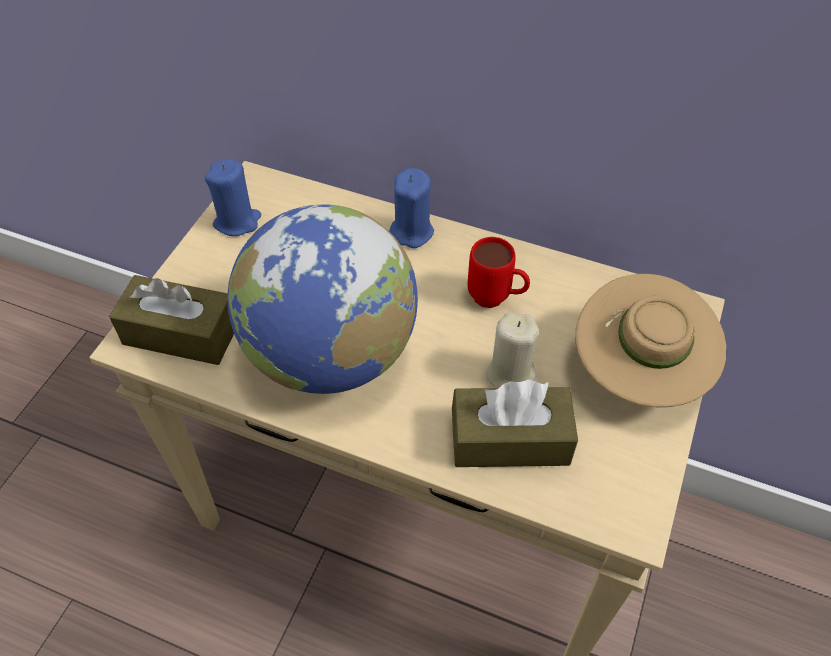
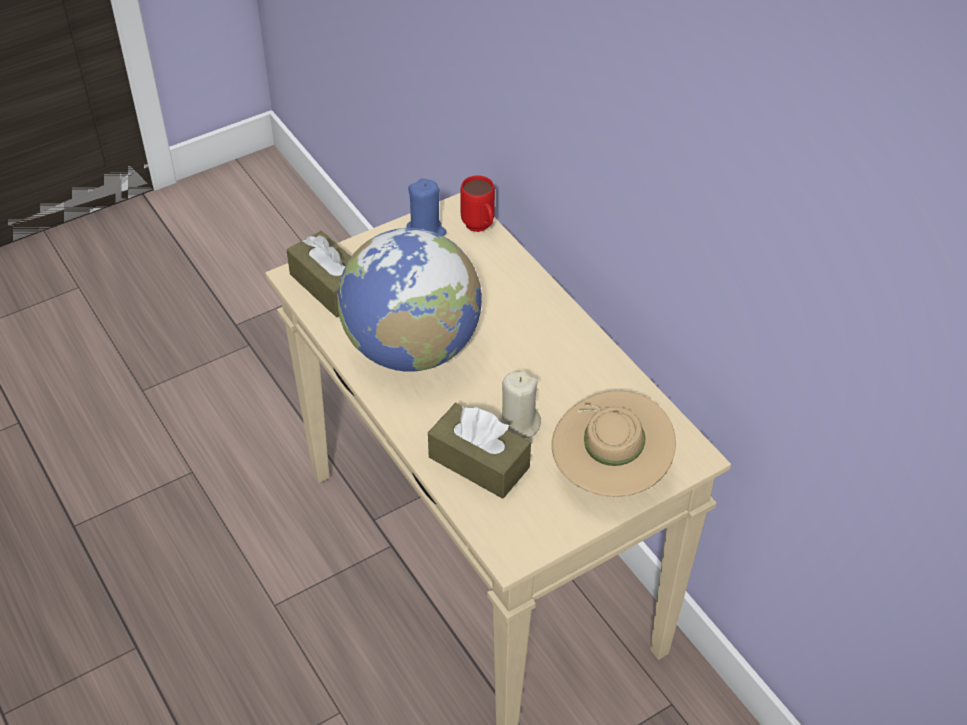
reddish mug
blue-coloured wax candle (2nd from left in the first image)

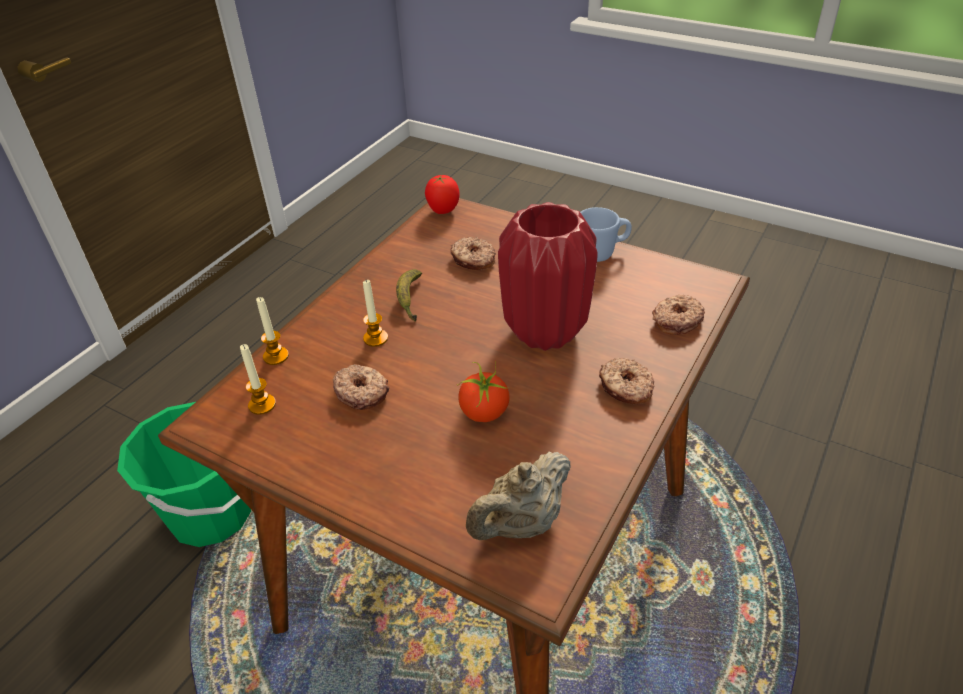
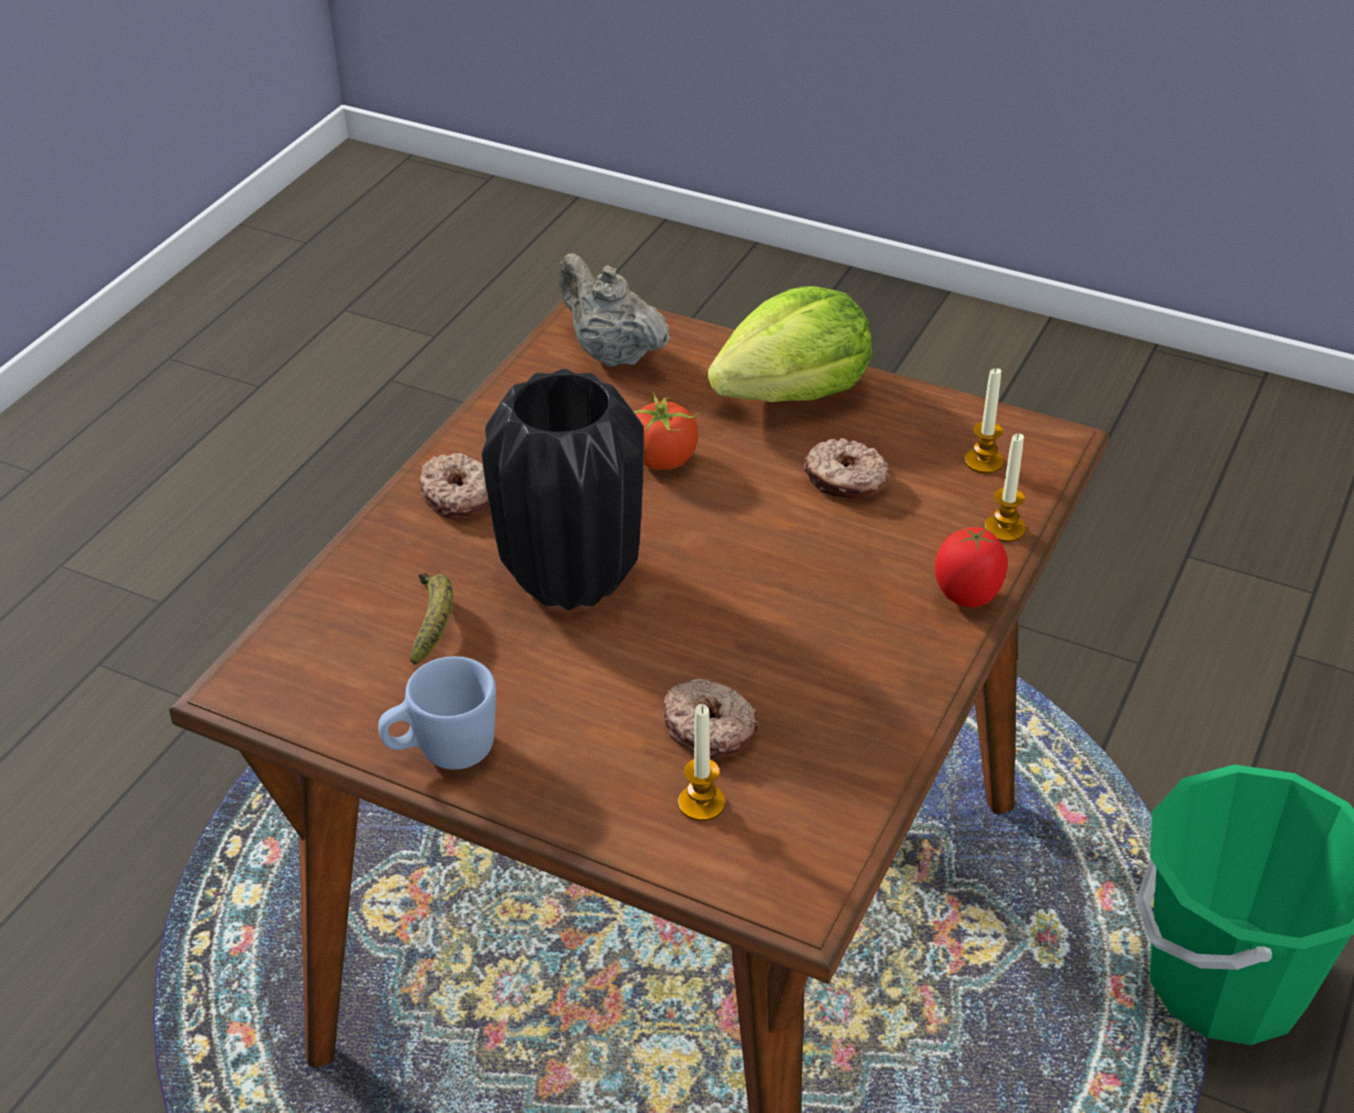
whole banana
blackish vase
sand-coloured pot for tea
wax candle (1st from left)
head of lettuce
whole tomato (2nd from left)
ring doughnut (4th from left in the first image)

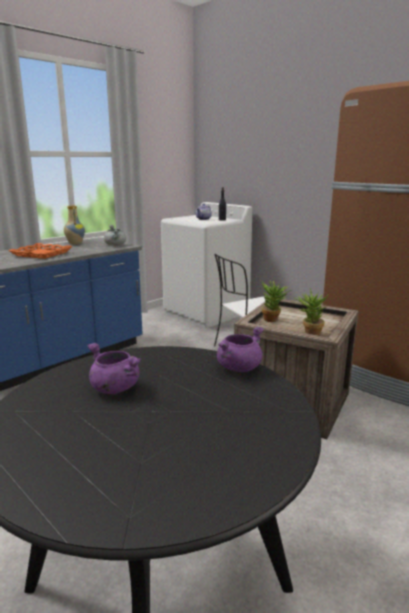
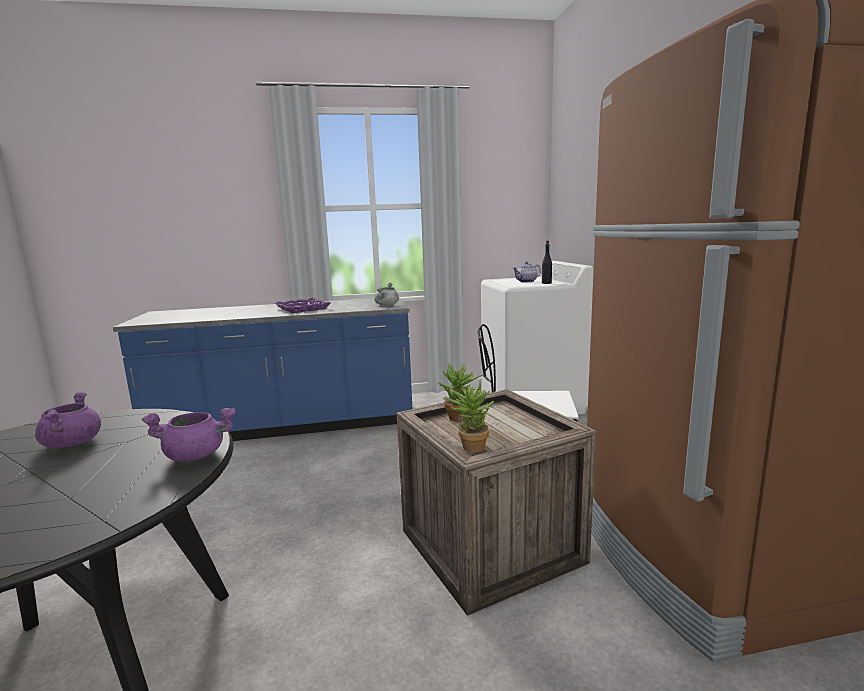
purplish tray
vase

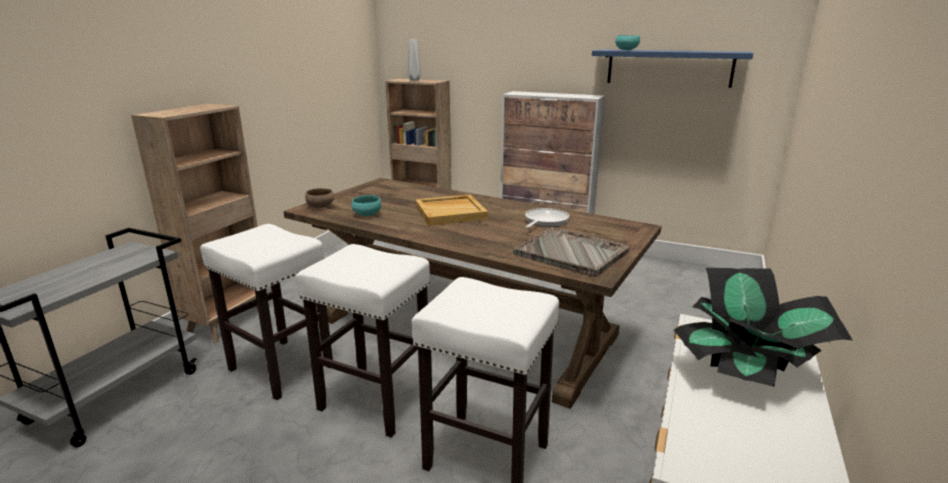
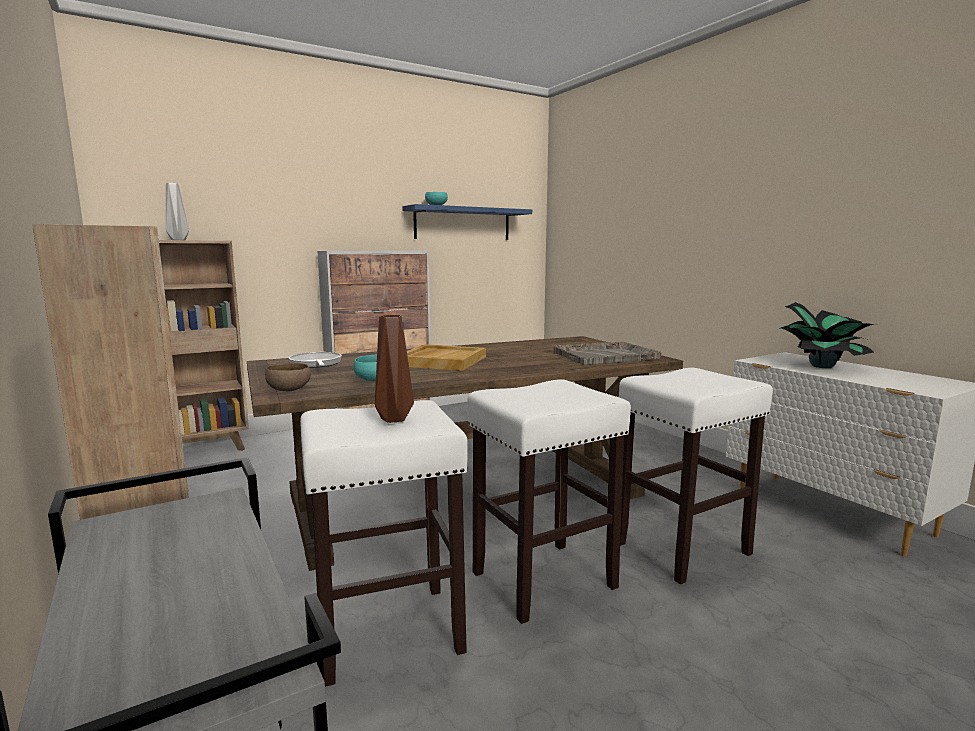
frying pan
brownish vase

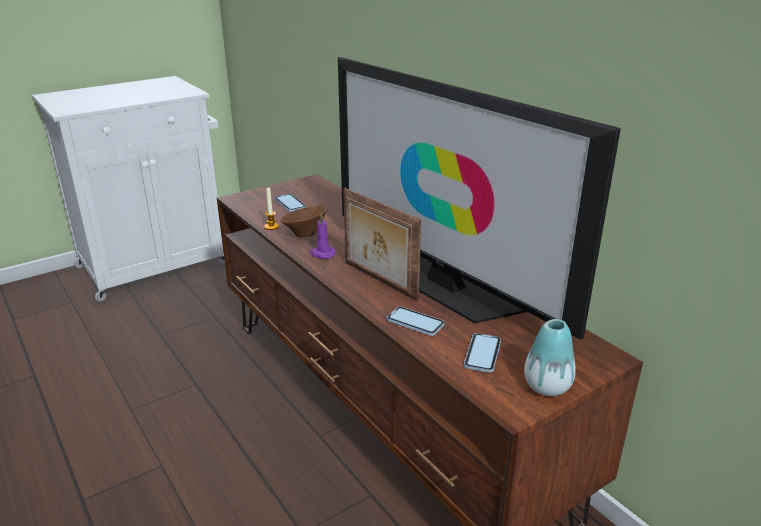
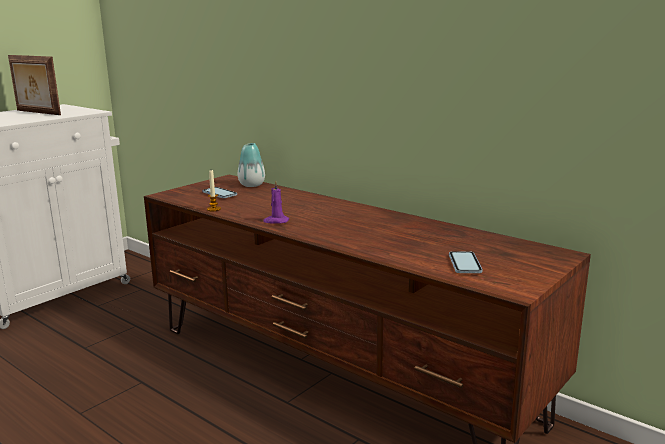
photo frame
vase
brownish bowl
TV
handset (2nd from left in the first image)

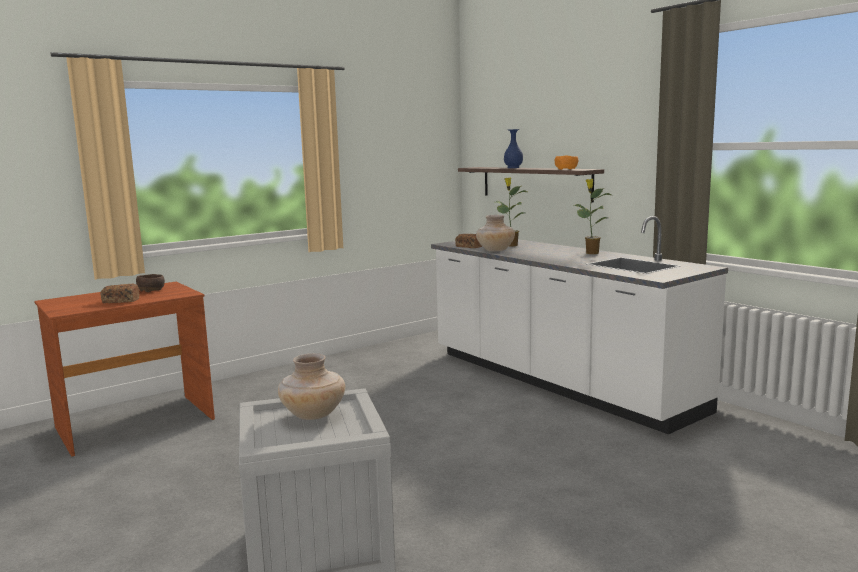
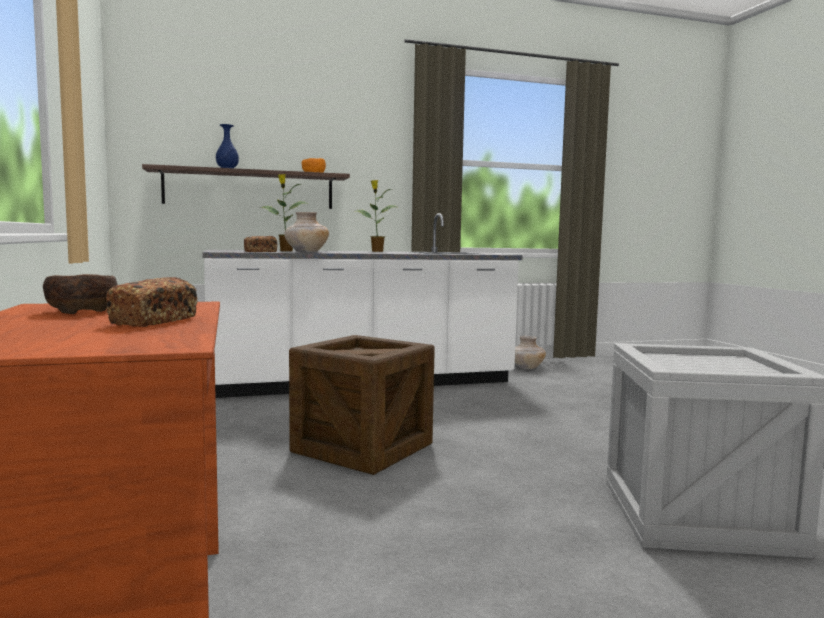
shipping crate (1st from left)
sand-coloured vase (2nd from left)

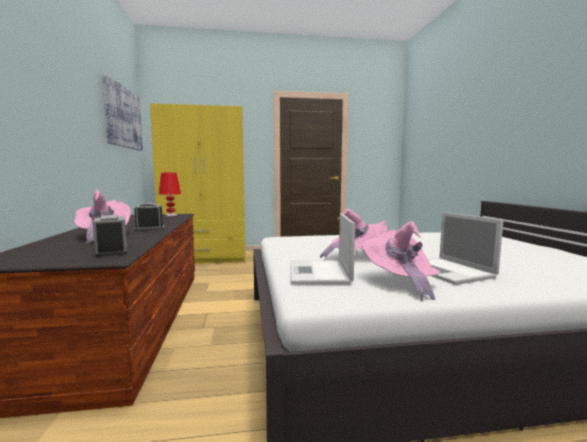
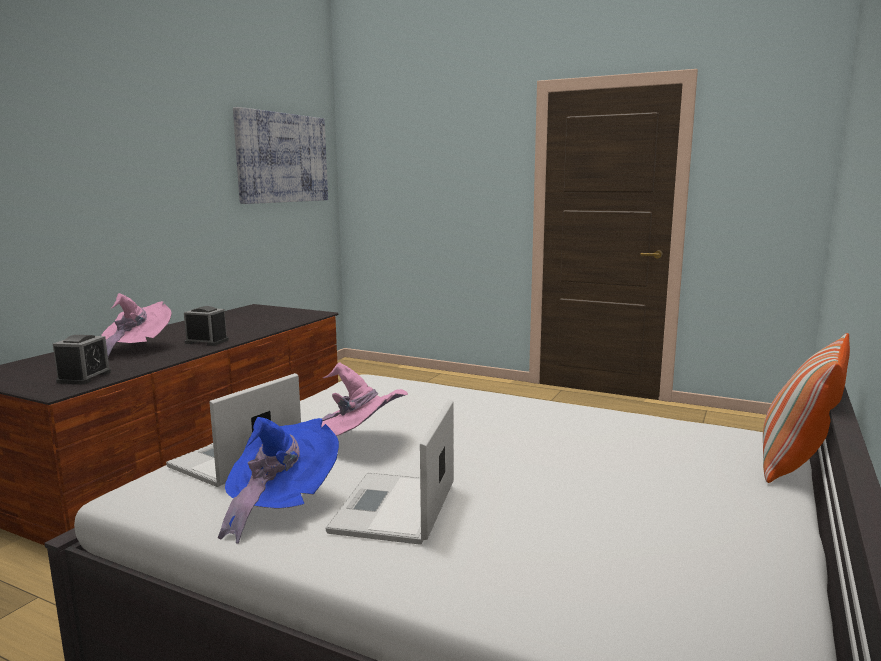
blue-coloured wearable hat
cushion
yellow wardrobe
reddish tabletop lamp

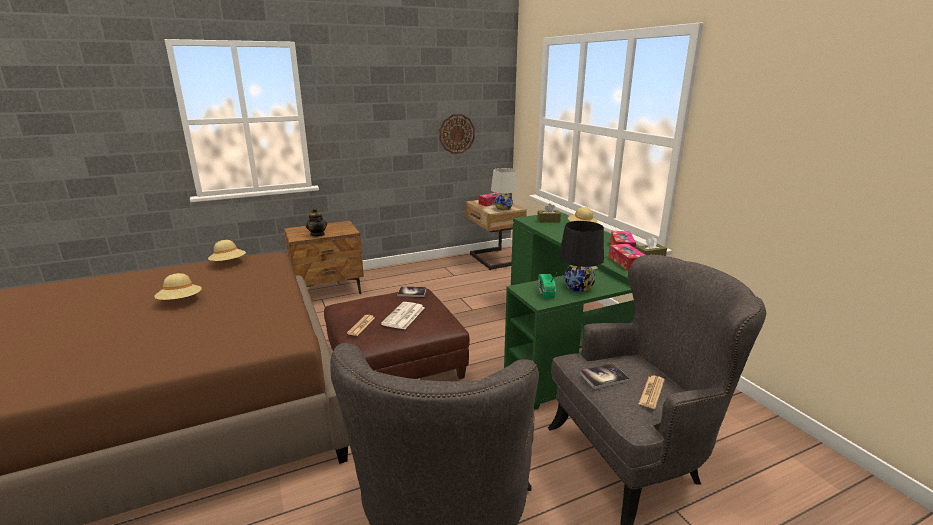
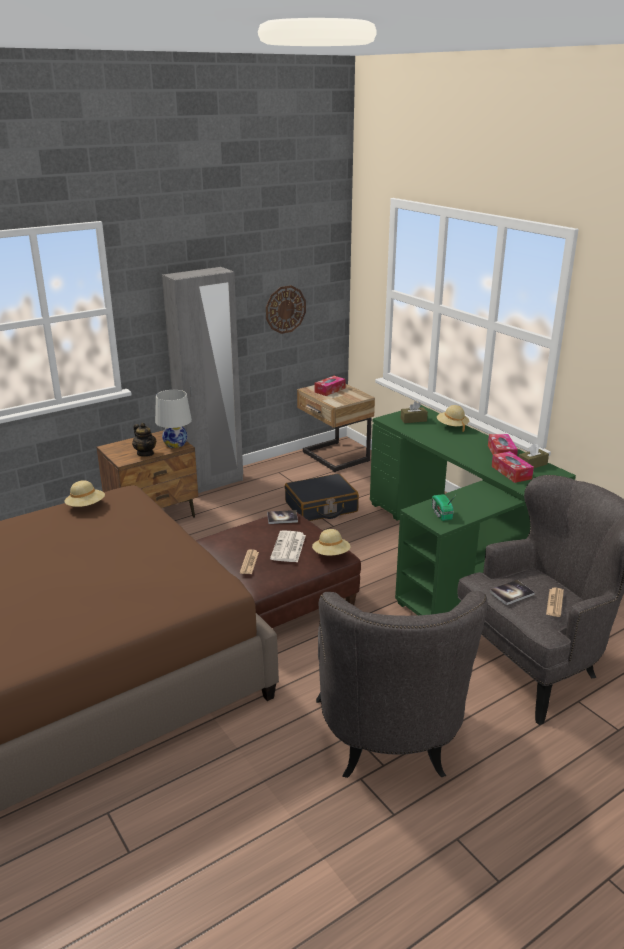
white tabletop lamp
greyish wardrobe
blackish piece of luggage
sand-coloured wearable hat (2nd from left)
blackish tabletop lamp

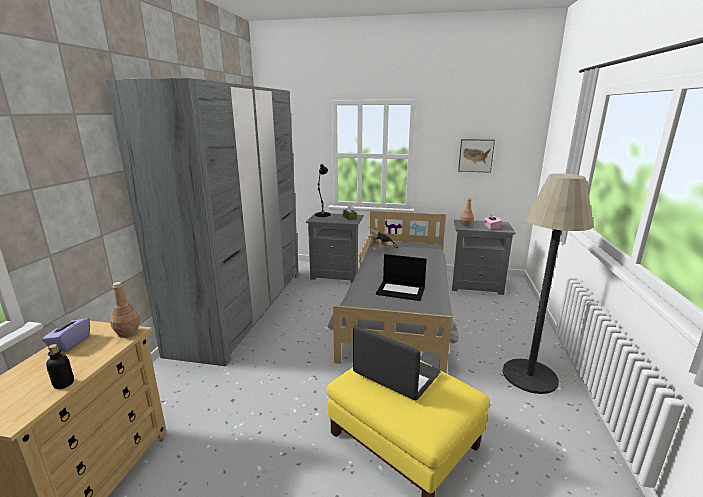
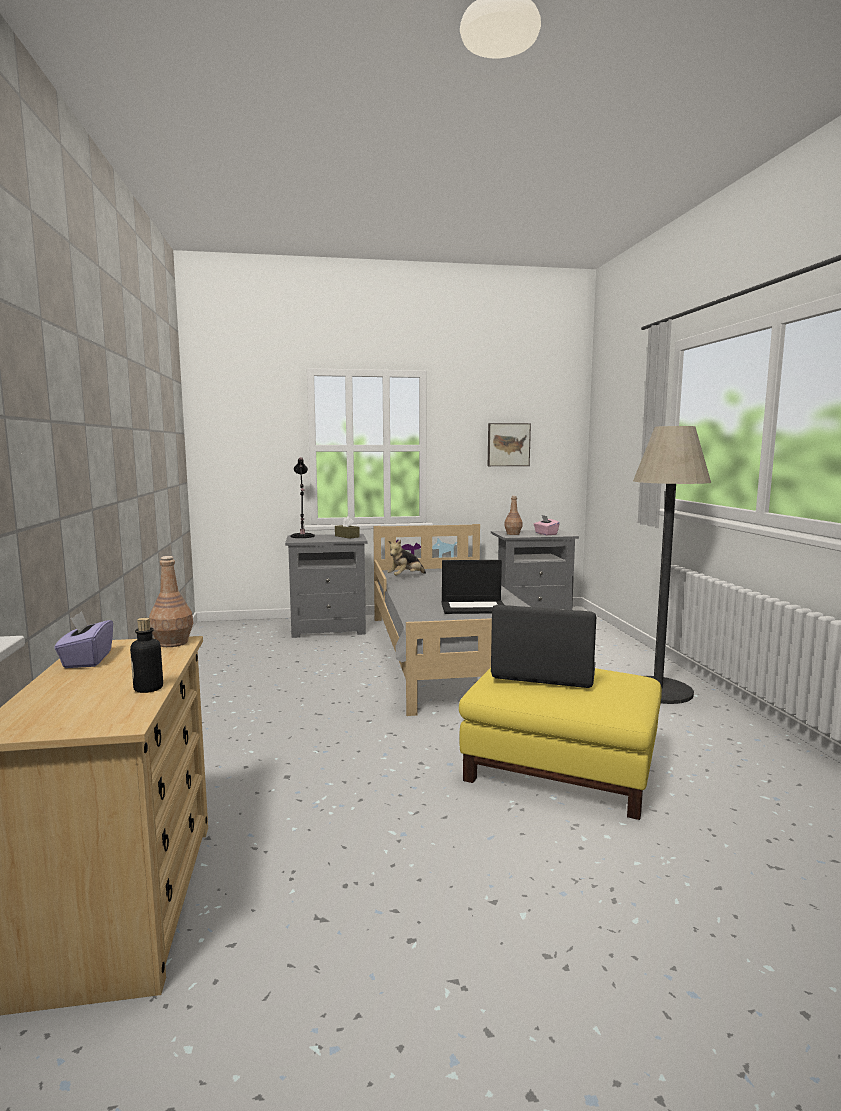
greyish wardrobe

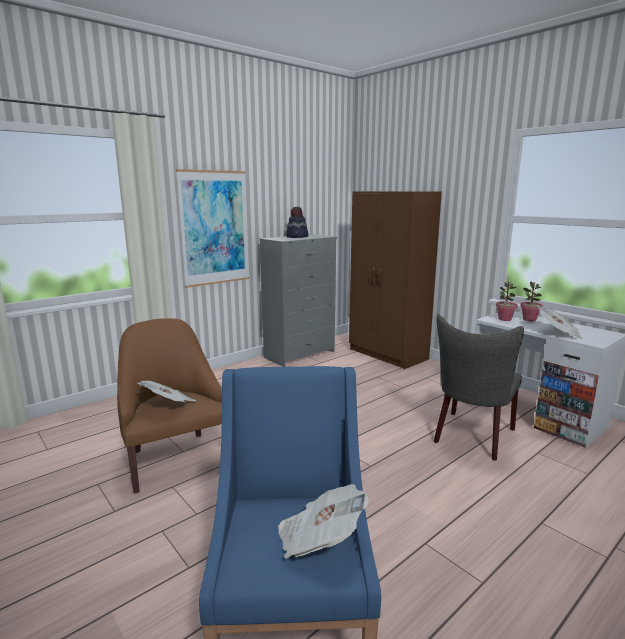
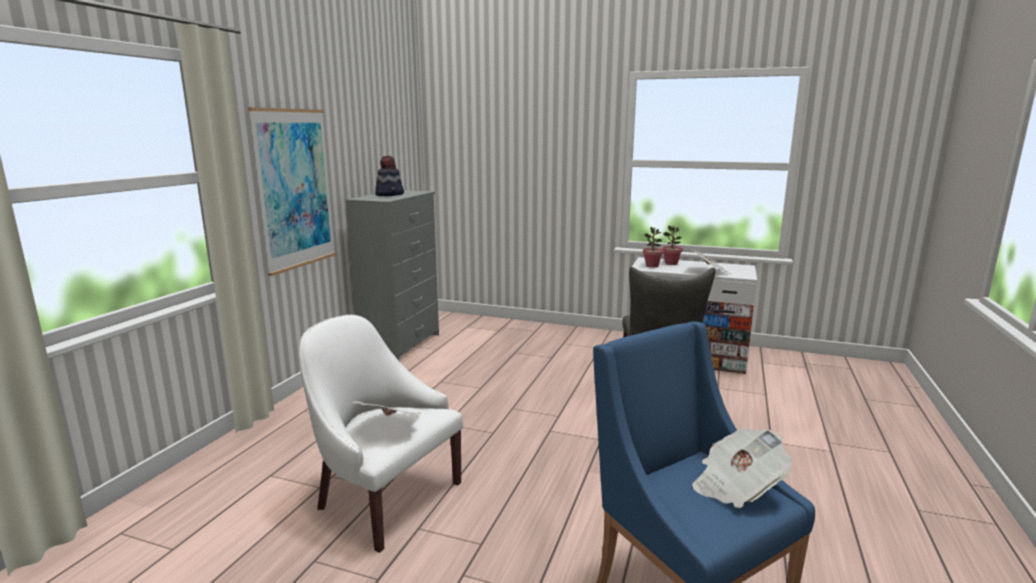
white lounge chair
brownish wardrobe

